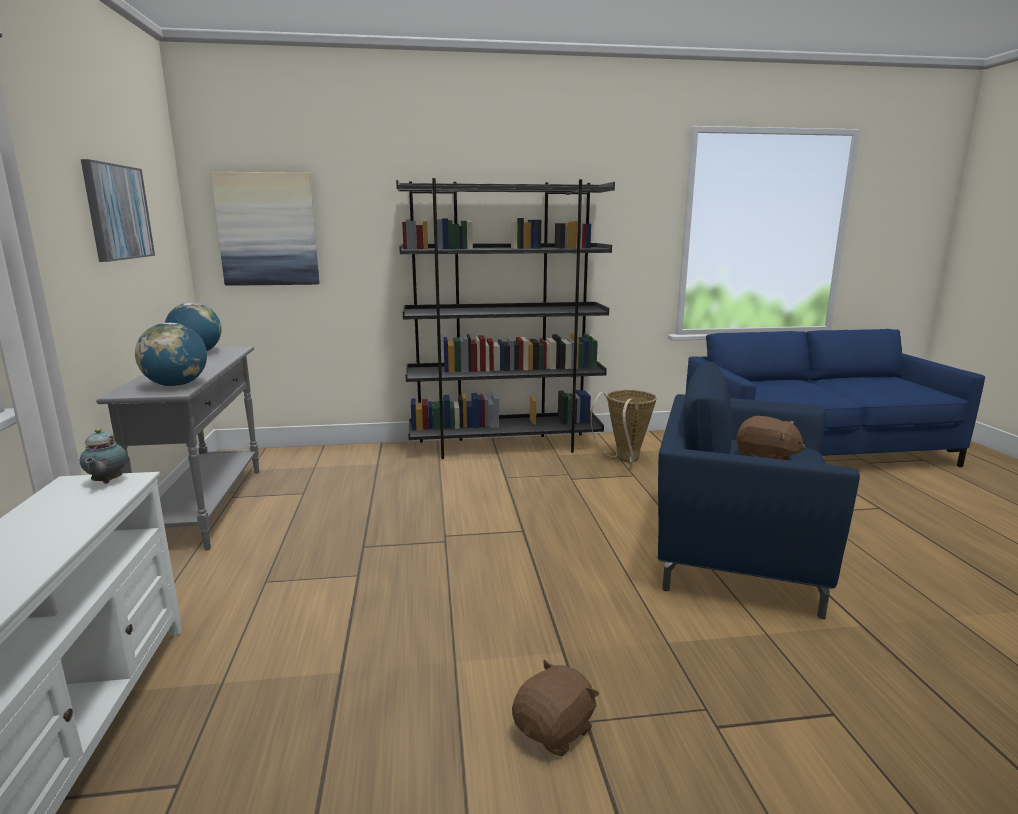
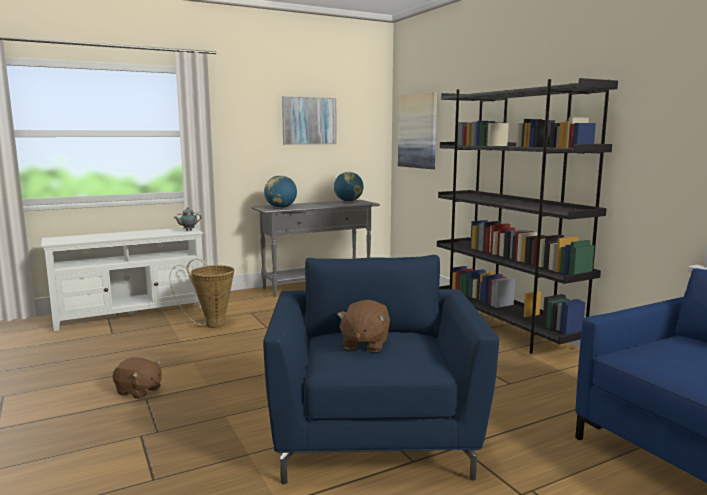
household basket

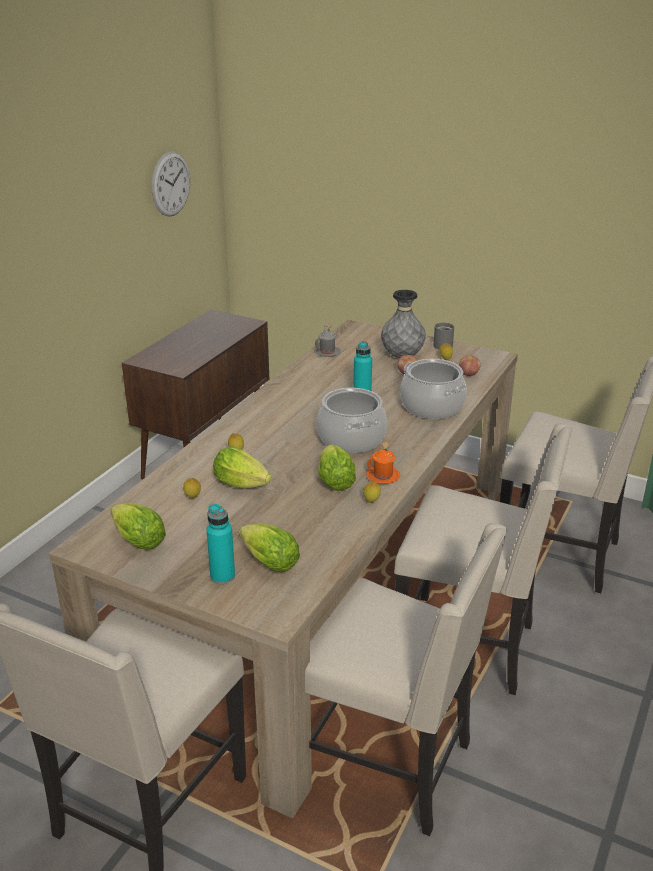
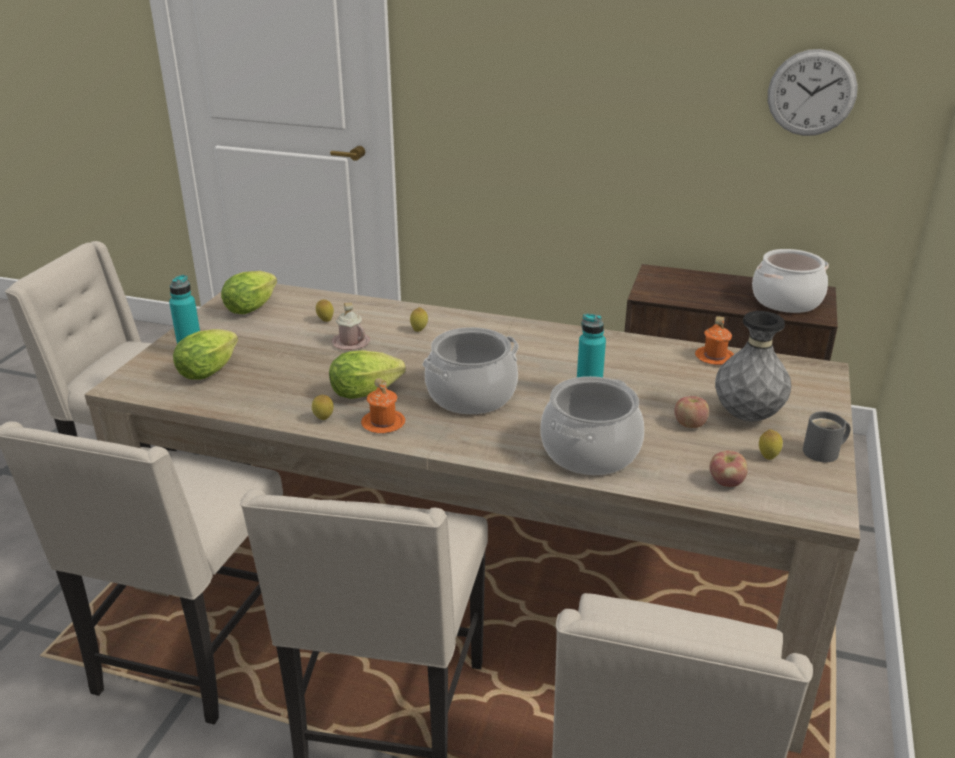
pink mug
orange-coloured mug (2nd from left)
stockpot (3rd from left)

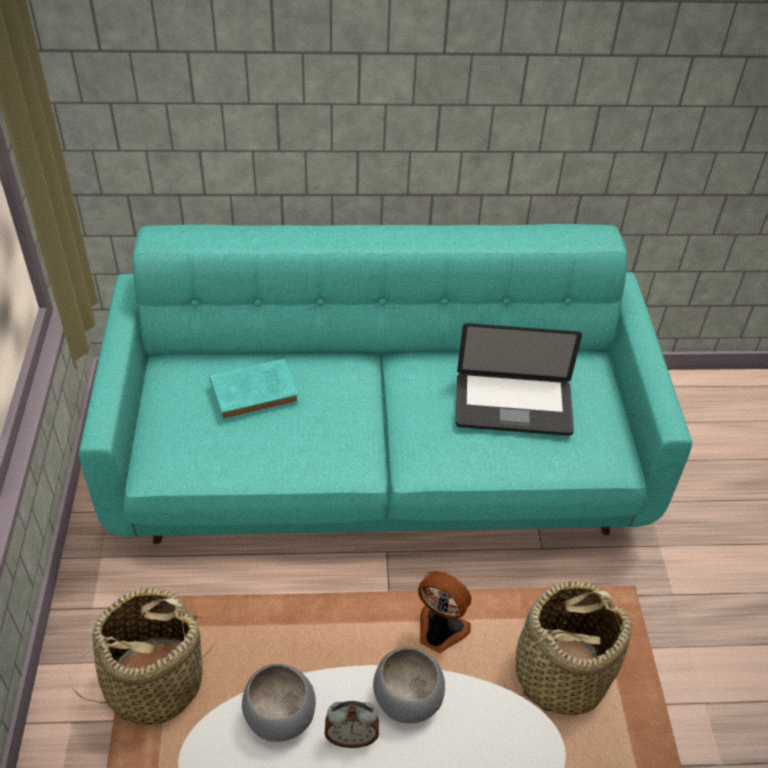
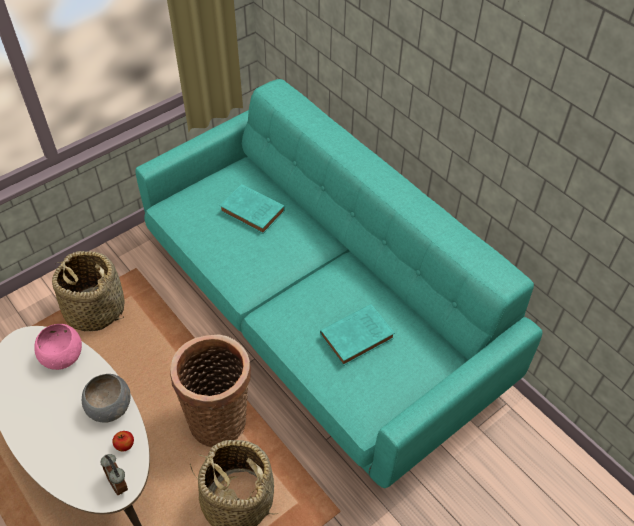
pink bowl
bedside clock
apple
household basket (2nd from left)
turquoise-coloured volume (2nd from left)

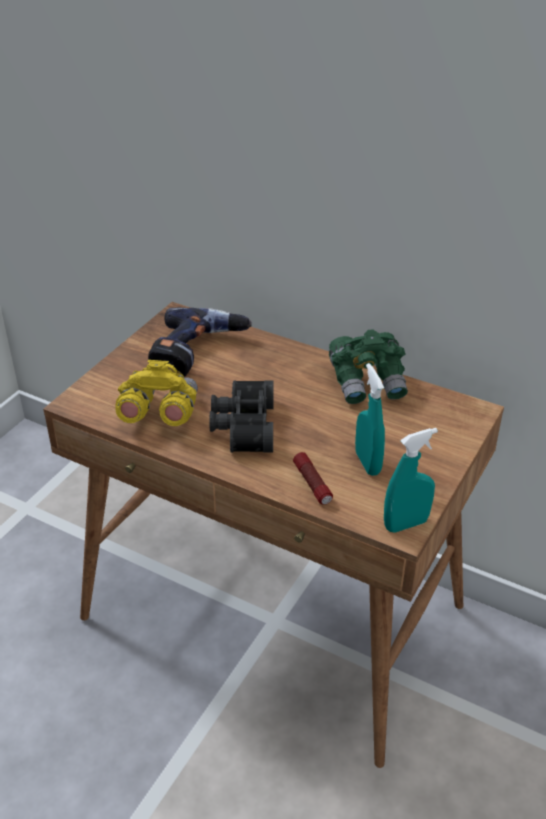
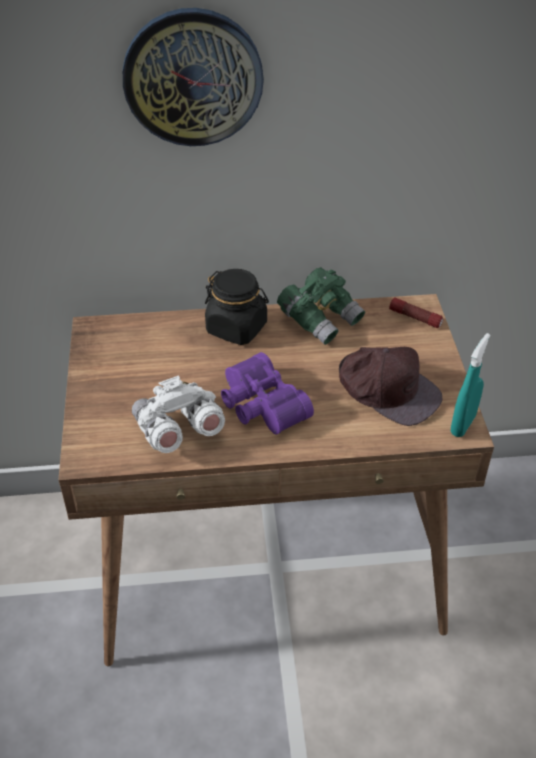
hanging clock
white pair of binoculars
blackish storage jar
purplish pair of binoculars
brownish baseball cap
flashlight
power drill

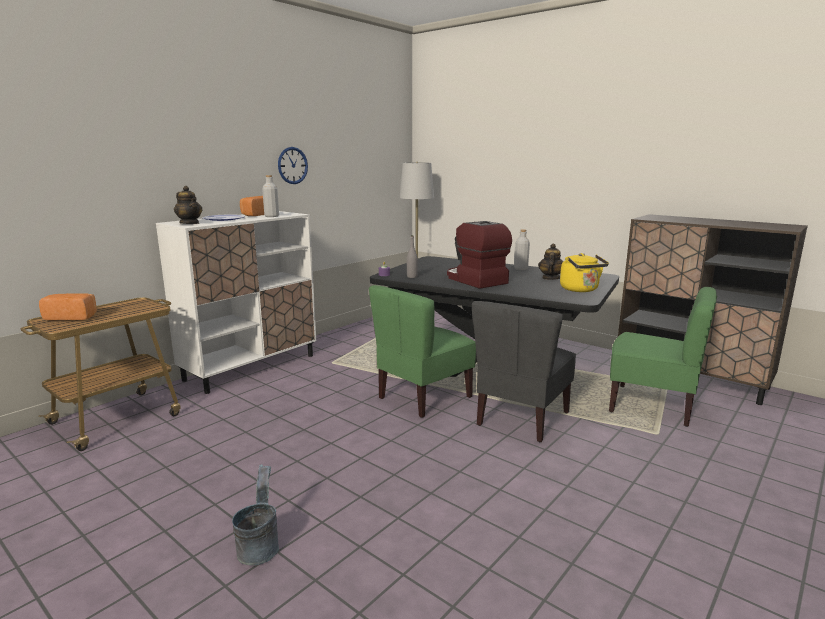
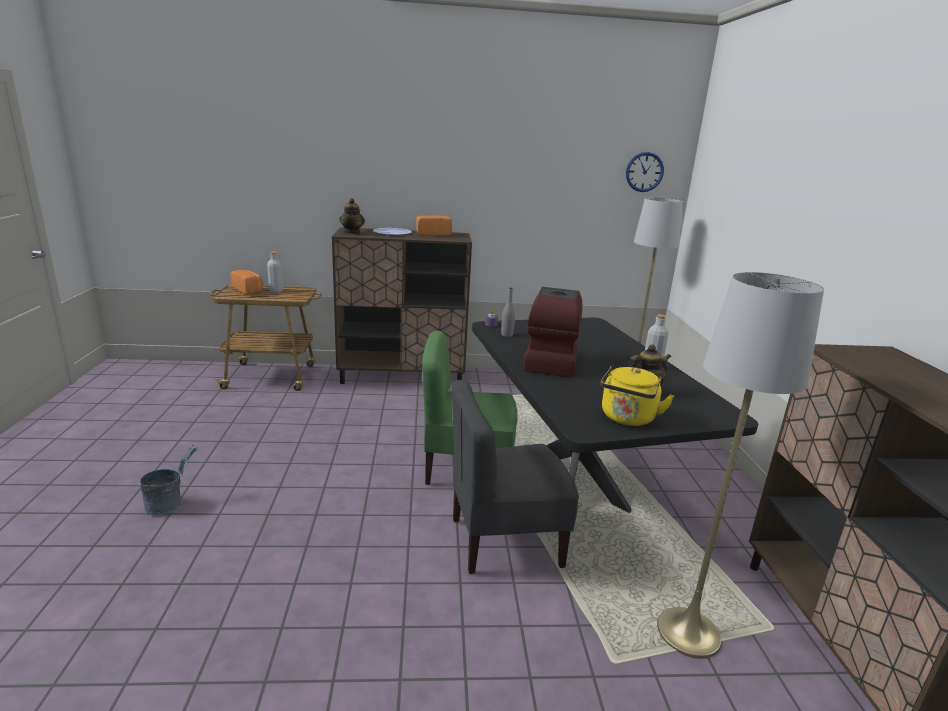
greyish drink bottle (1st from left)
brownish cupboard (1st from left)
hanging clock
greyish floor lamp (2nd from left)

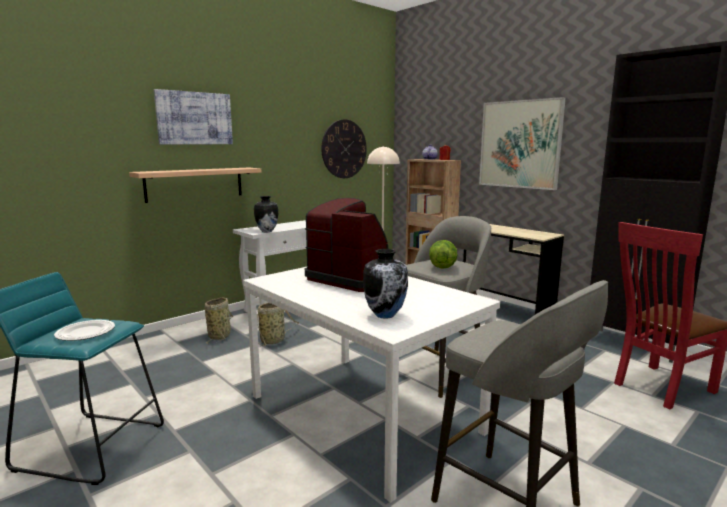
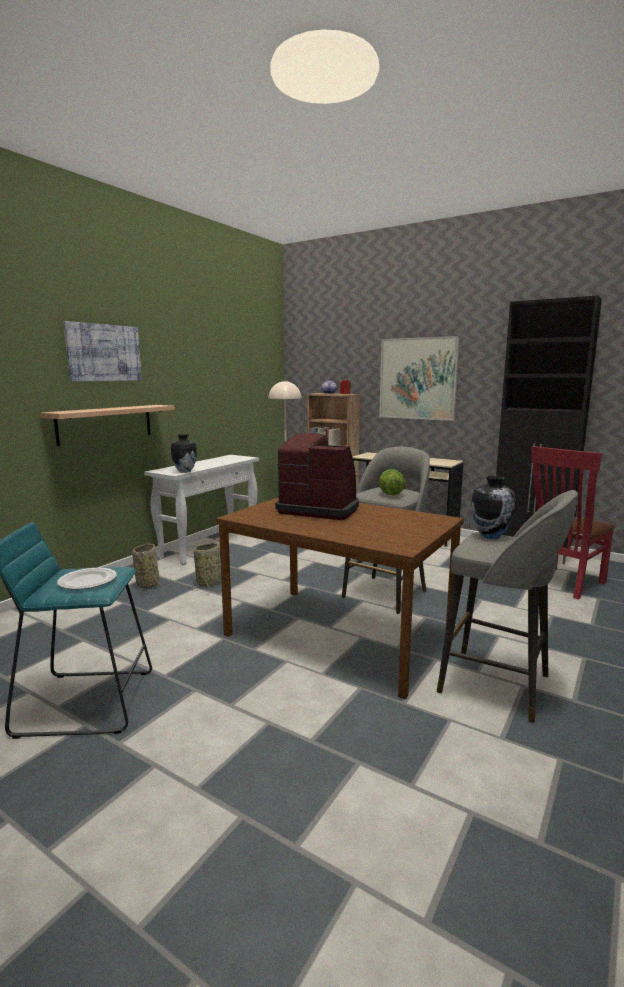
brownish dining table
vase (2nd from left)
hanging clock

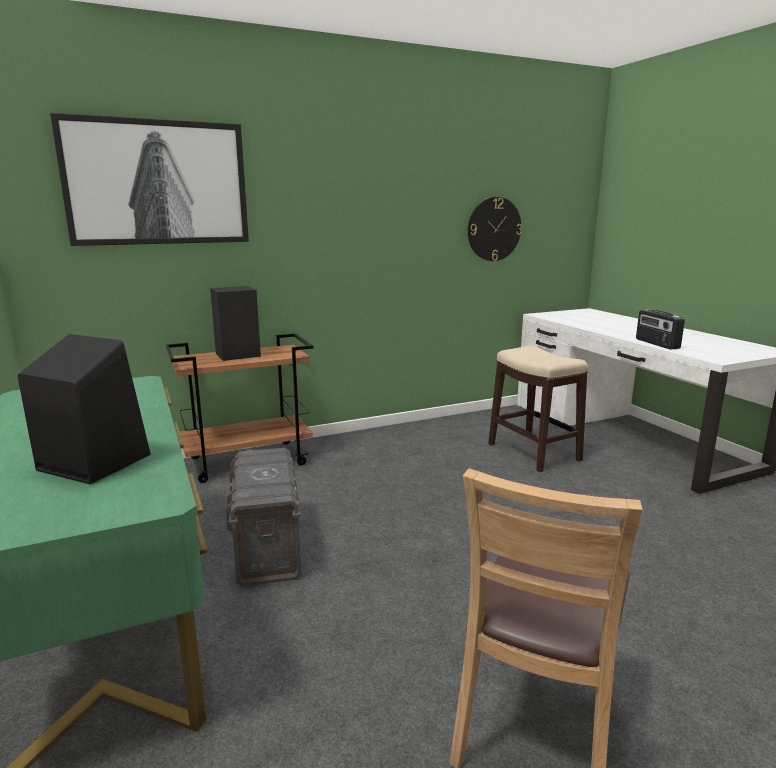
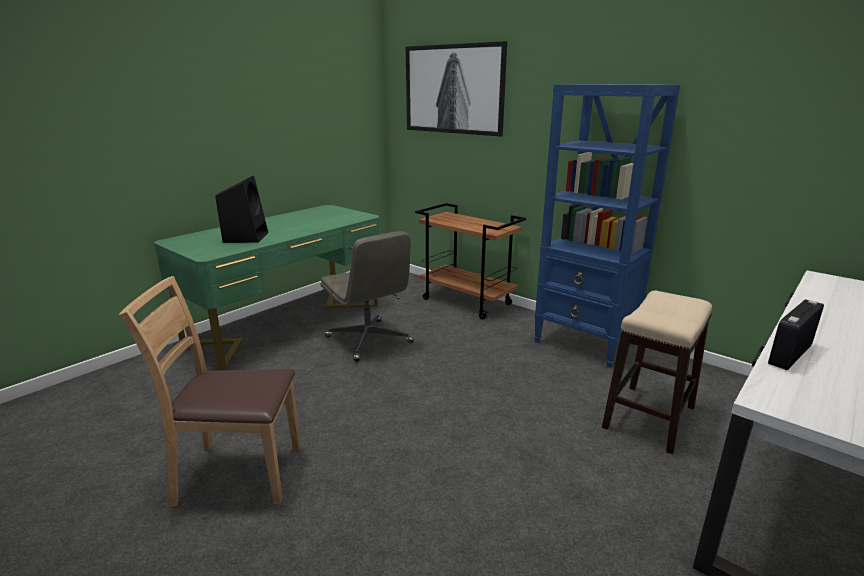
greyish computer chair
blue-coloured shelving unit
blackish speaker (2nd from left in the first image)
hanging clock

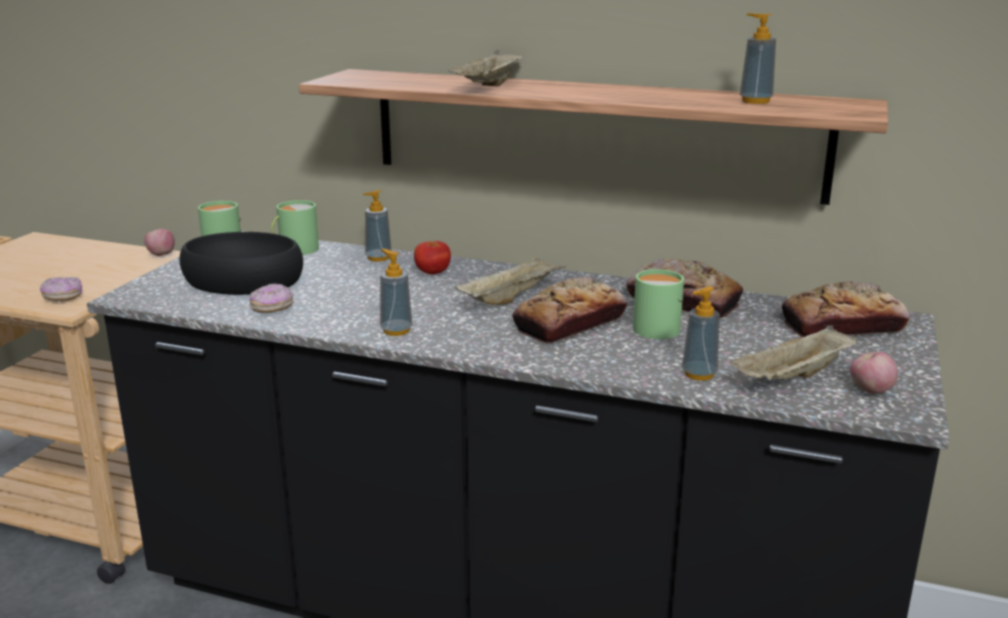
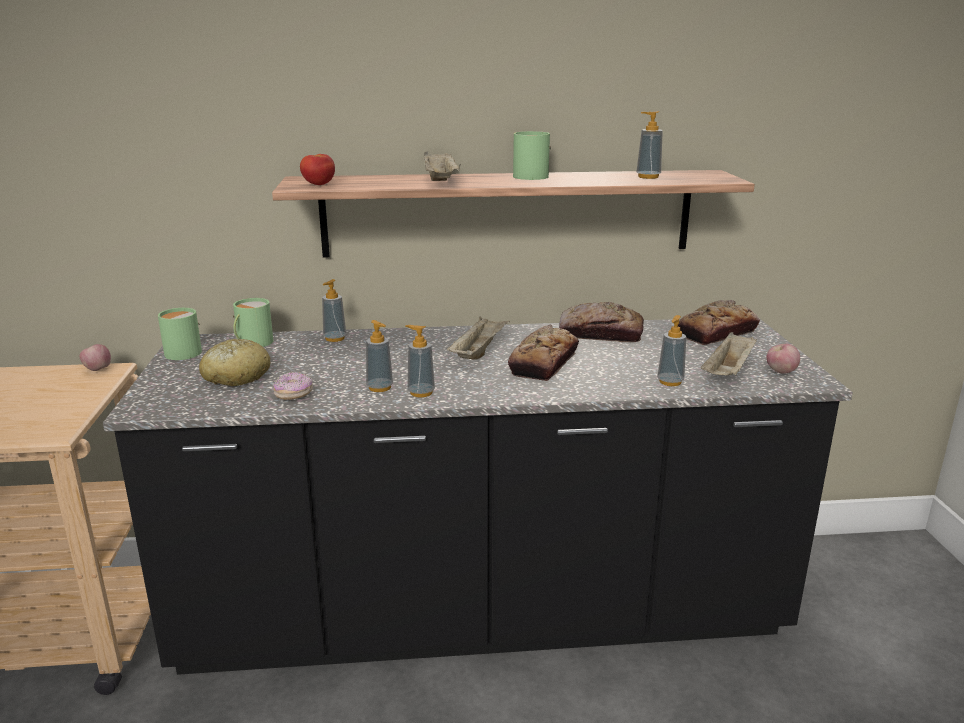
bakery bread (1st from left)
whole tomato
soap dispenser (2nd from left)
green mug (3rd from left)
ring doughnut (1st from left in the first image)

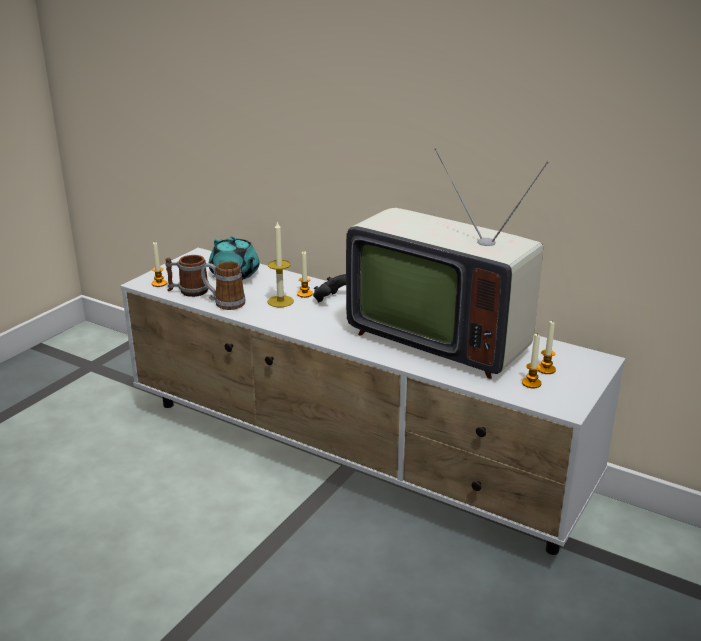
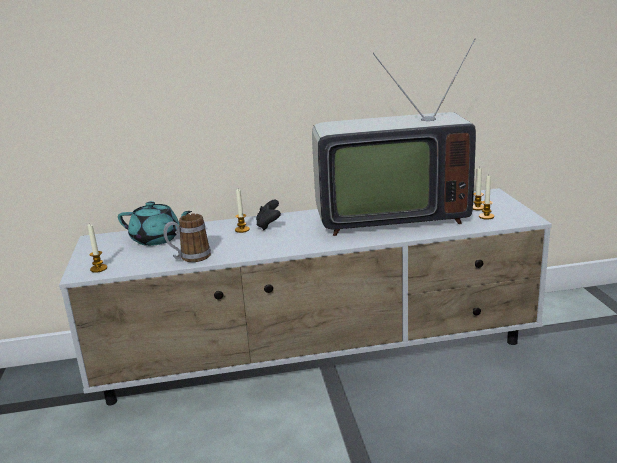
mug (1st from left in the first image)
wax candle (2nd from left in the first image)

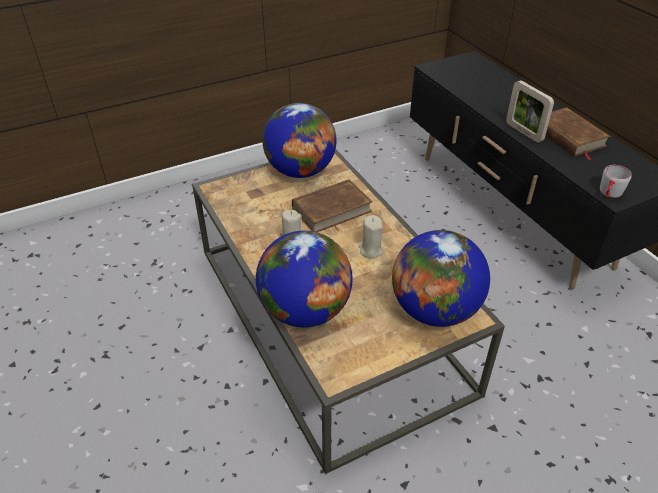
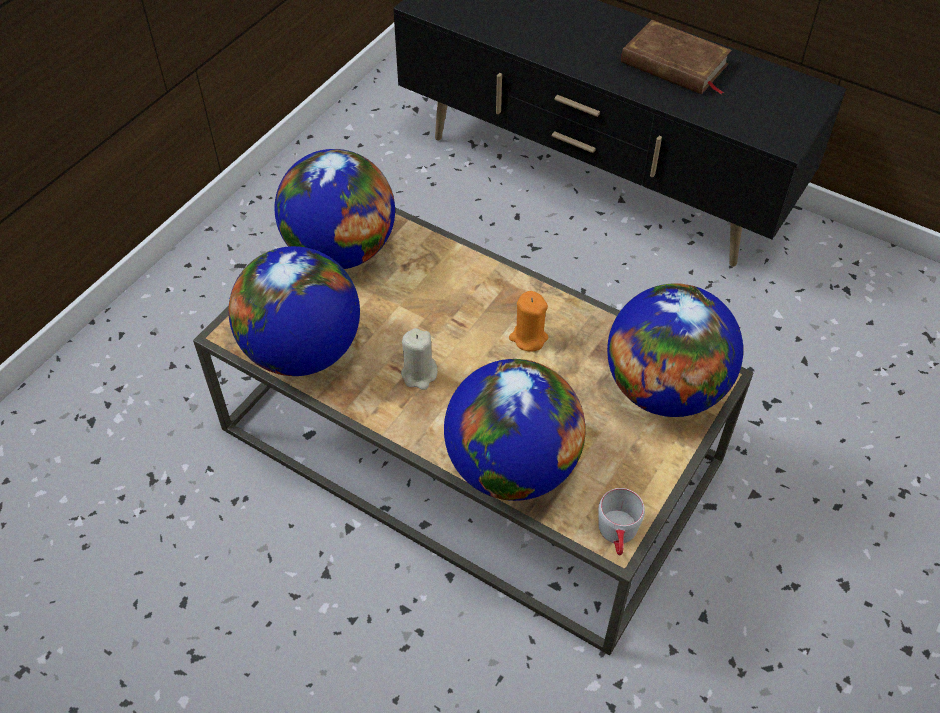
globe (1st from left)
orange-coloured wax candle
greyish mug
brownish volume (1st from left in the first image)
photo frame

